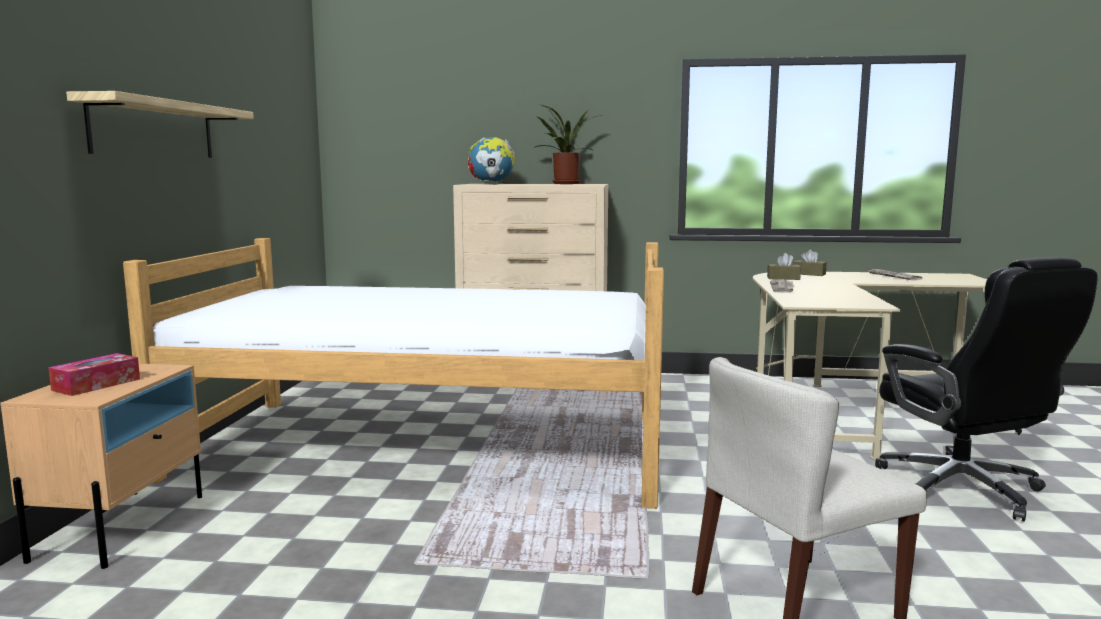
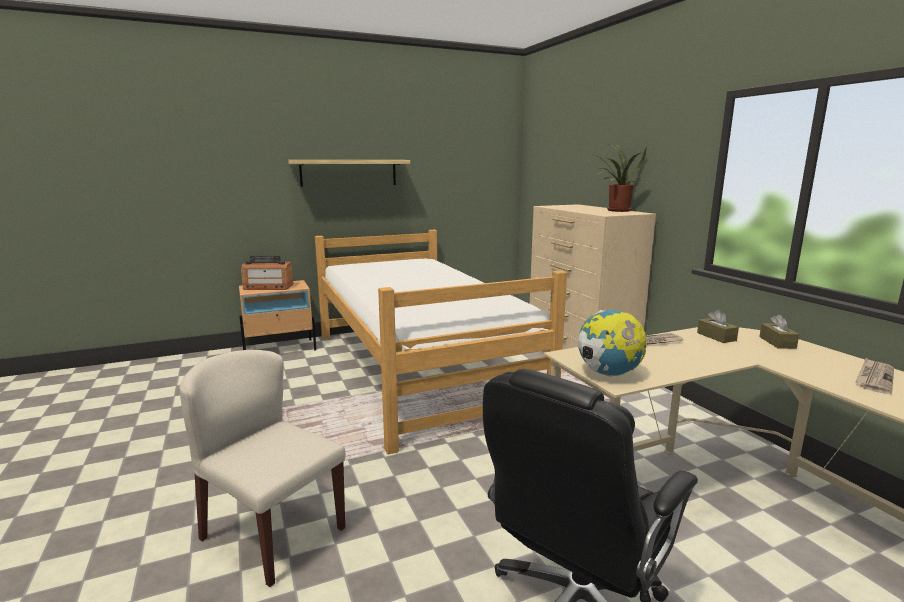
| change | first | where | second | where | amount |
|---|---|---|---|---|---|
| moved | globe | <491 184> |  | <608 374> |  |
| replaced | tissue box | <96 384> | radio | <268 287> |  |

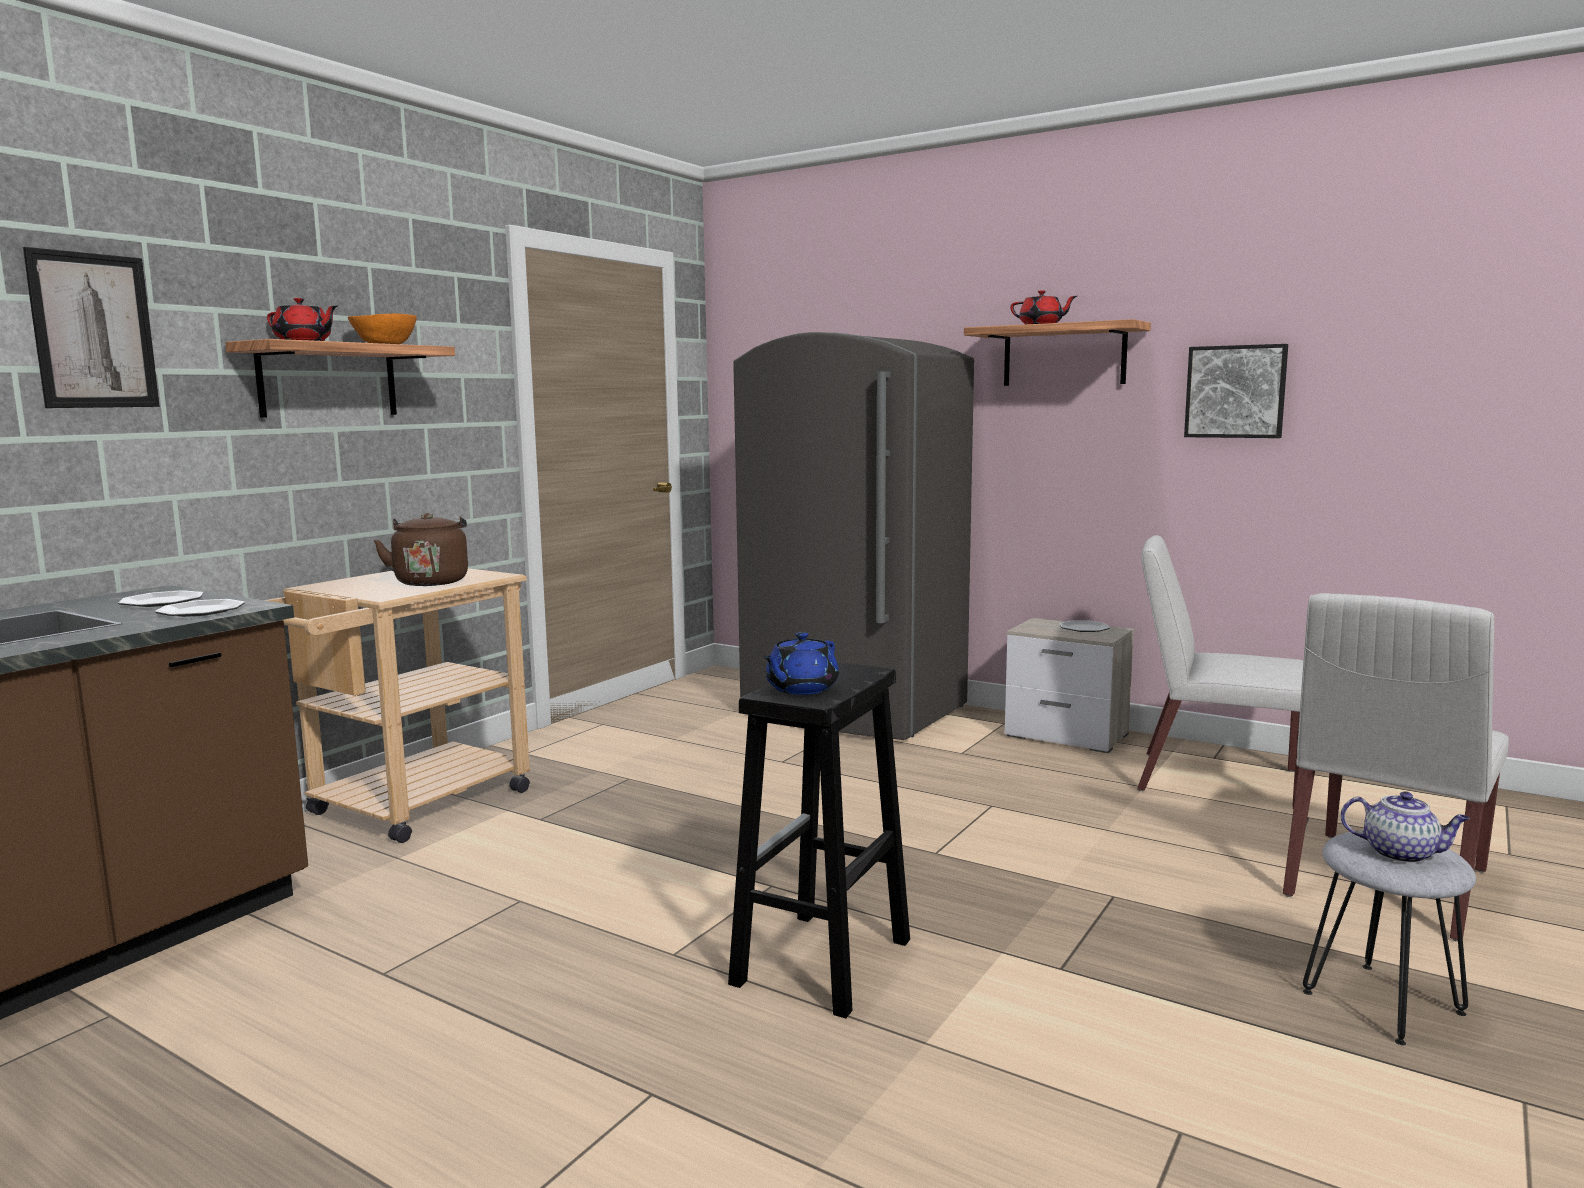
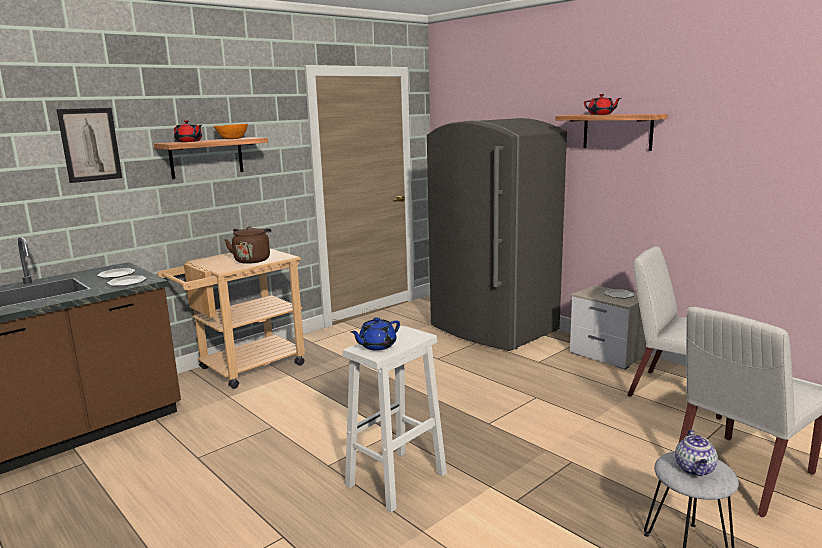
| change | first | where | second | where | amount |
|---|---|---|---|---|---|
| removed | picture | <1235 391> |  |  |  |
| recoloured | black stool | <821 963> | white stool | <395 480> |  |
| turned | teapot | <1401 854> |  | <695 470> | 60 degrees clockwise |

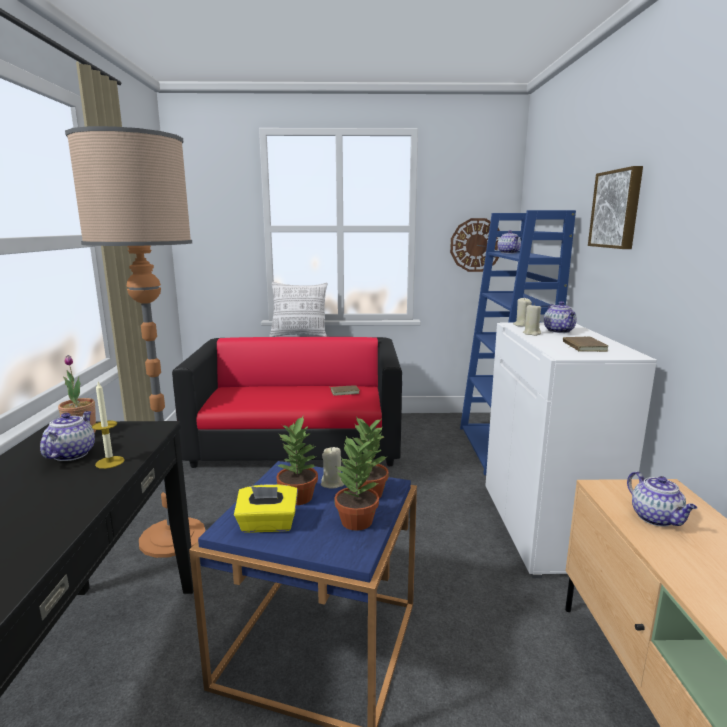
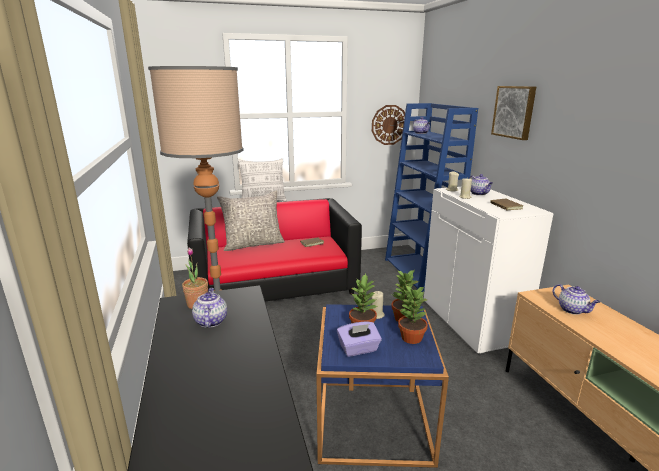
| change | first | where | second | where | amount |
|---|---|---|---|---|---|
| removed | candle | <110 462> |  |  |  |
| added |  |  | grey pillow | <253 244> |  |
| recoloured | yellow tissue box | <267 525> | purple tissue box | <358 349> |  |

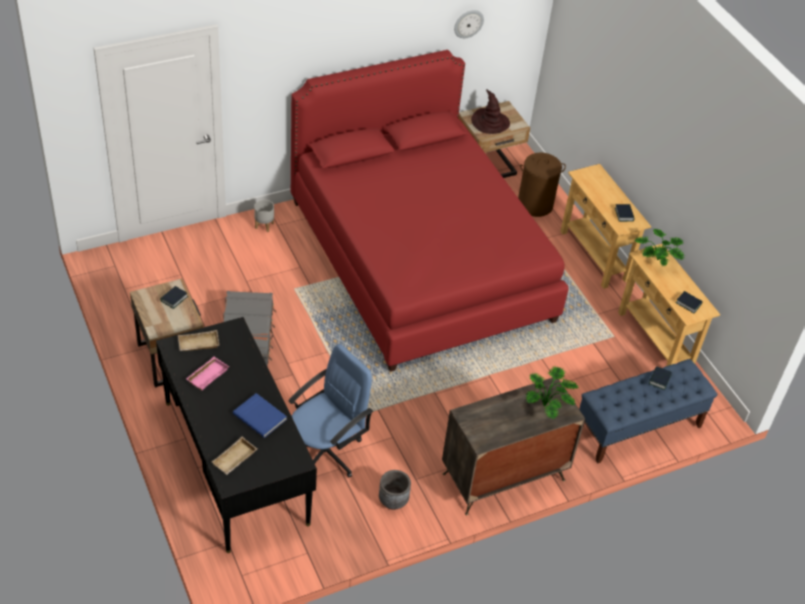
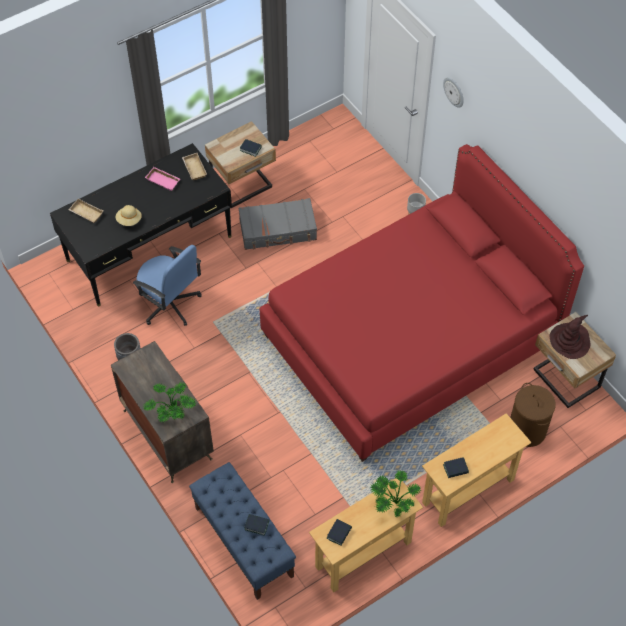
| change | first | where | second | where | amount |
|---|---|---|---|---|---|
| moved | wall clock | <468 23> |  | <454 91> |  |
| replaced | blue book | <260 416> | beige hat | <129 220> |  |

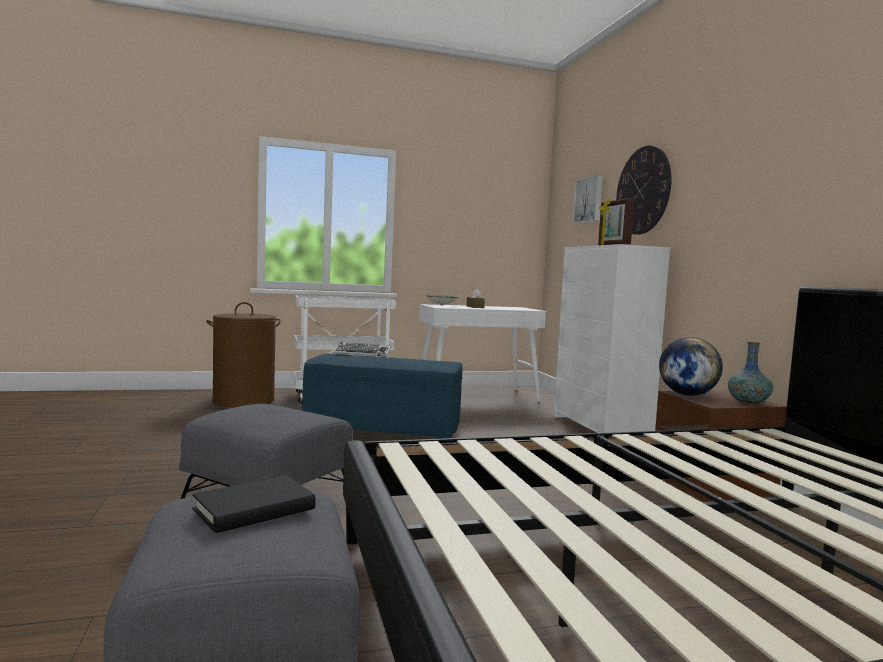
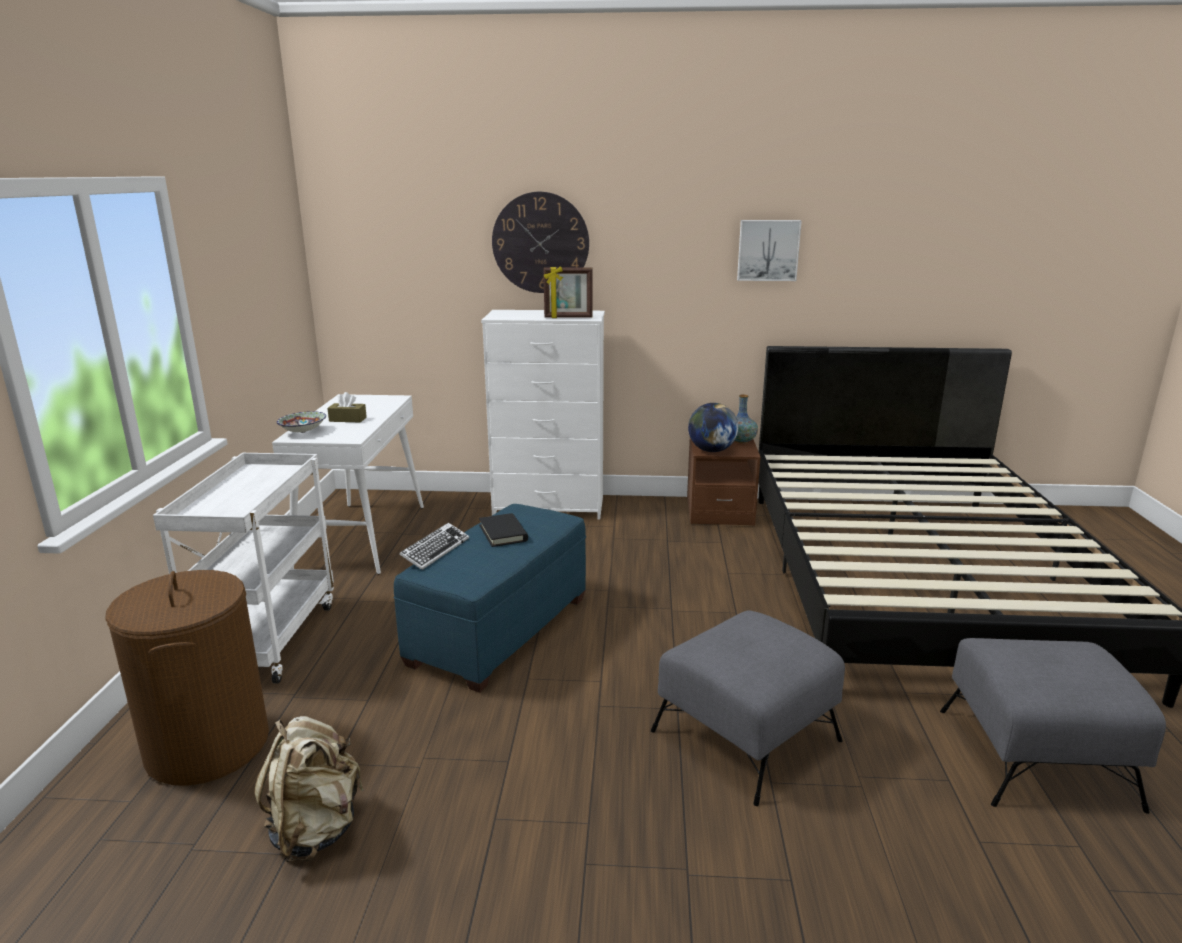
| change | first | where | second | where | amount |
|---|---|---|---|---|---|
| added |  |  | beige backpack | <316 829> |  |
| moved | black book | <254 510> |  | <503 533> |  |
| moved | picture | <589 200> |  | <768 250> |  |

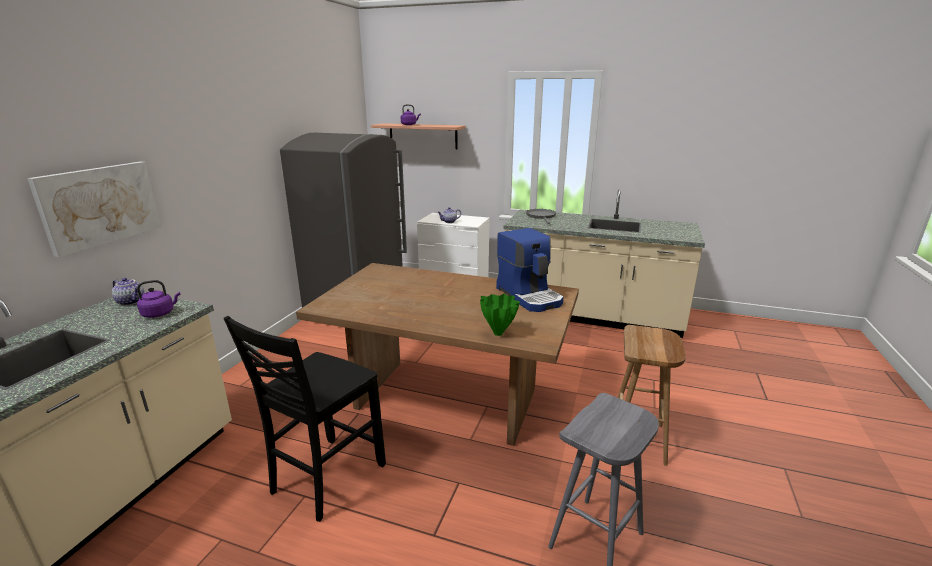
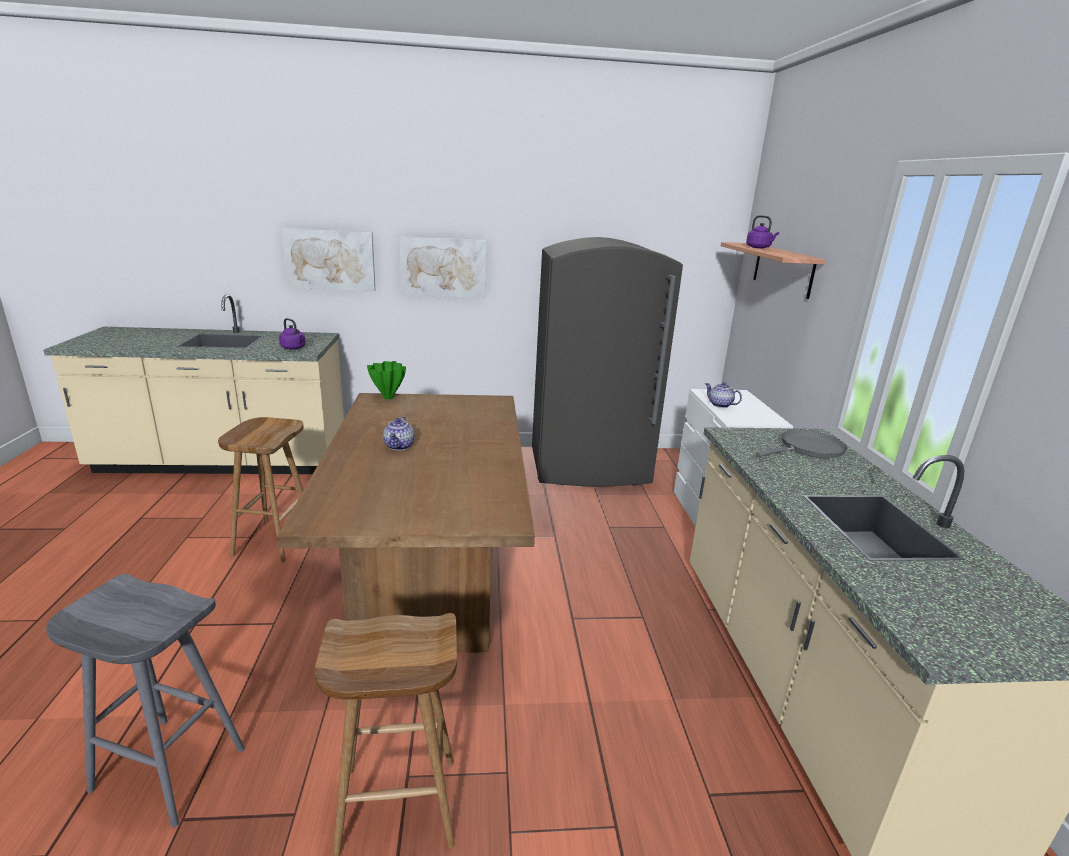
| change | first | where | second | where | amount |
|---|---|---|---|---|---|
| removed | coffee machine | <530 296> |  |  |  |
| added |  |  | picture | <443 267> |  |
| moved | teapot | <131 301> |  | <400 446> |  |
| moved | green vase | <498 334> |  | <387 398> |  |
| replaced | black chair | <325 479> | brown stool | <274 540> |  |

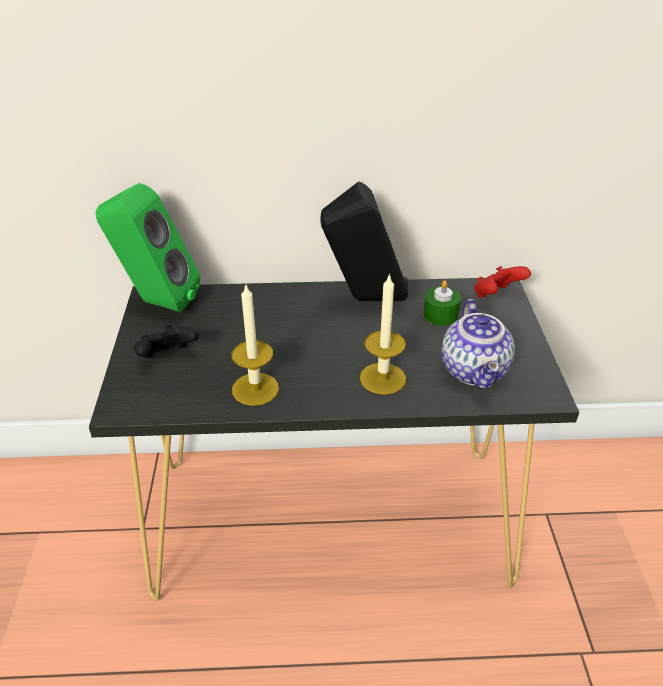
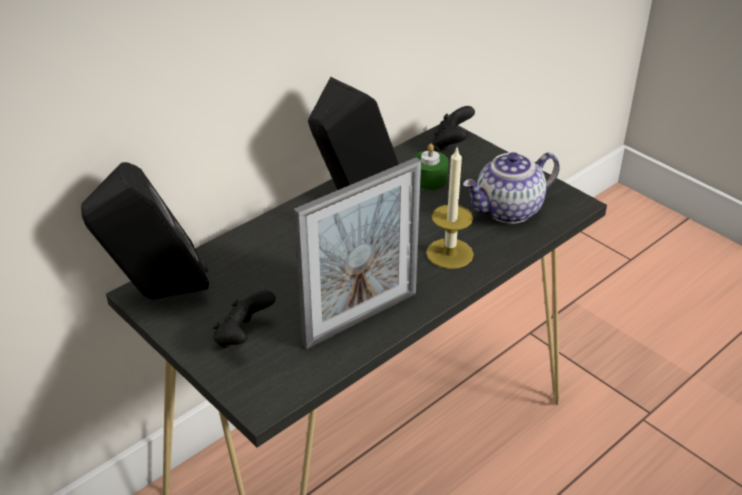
| change | first | where | second | where | amount |
|---|---|---|---|---|---|
| replaced | candle | <255 389> | picture frame | <361 318> |  |
| recoloured | green speaker | <156 302> | black speaker | <157 296> |  |
| recoloured | red game controller | <496 296> | black game controller | <451 143> |  |
| turned | teapot | <476 371> |  | <509 211> | 105 degrees clockwise |

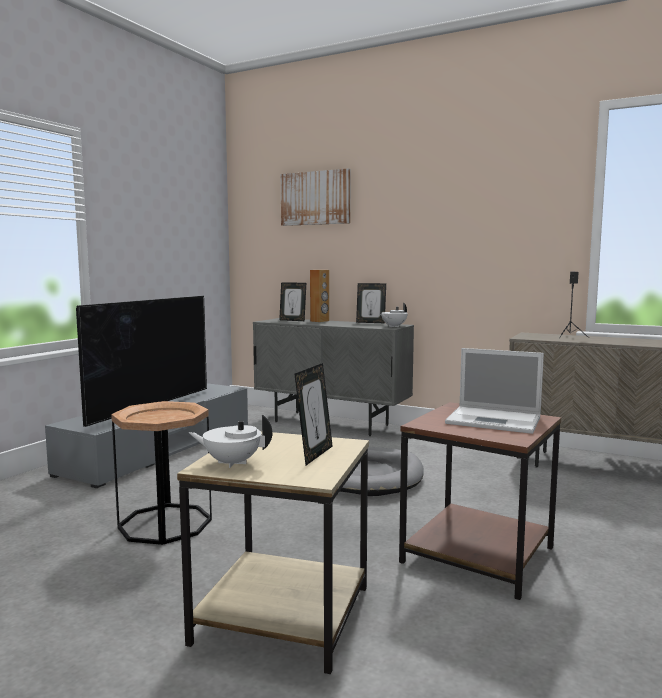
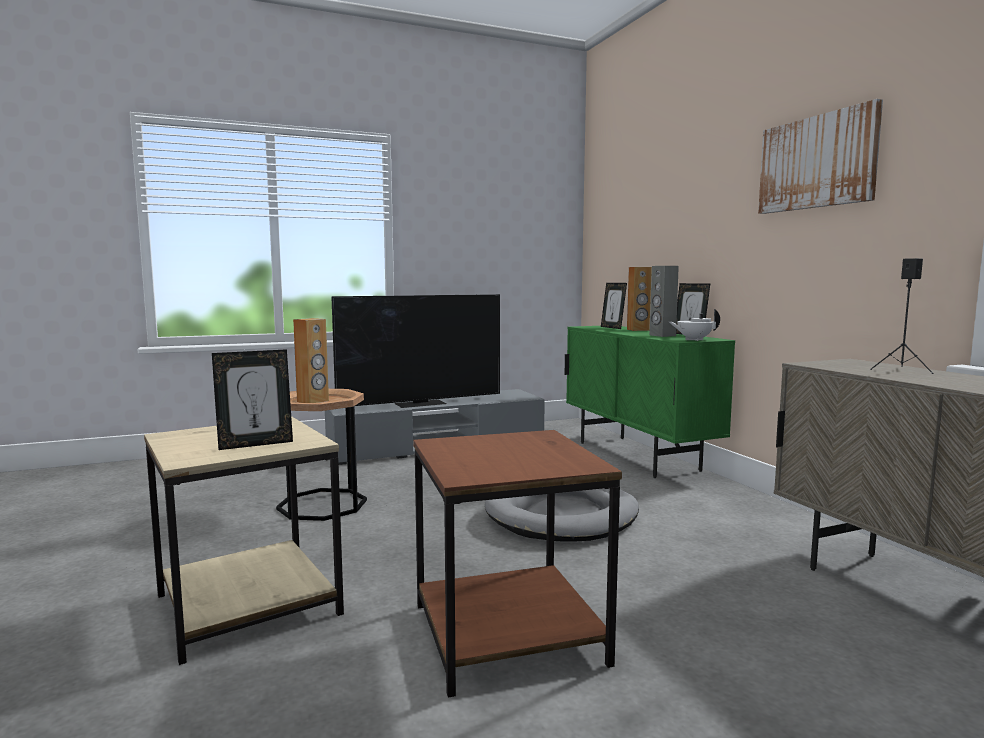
| change | first | where | second | where | amount |
|---|---|---|---|---|---|
| removed | white teapot | <232 463> |  |  |  |
| removed | laptop | <495 420> |  |  |  |
| added |  |  | brown speaker | <313 401> |  |
| added |  |  | grey speaker | <662 335> |  |
| moved | picture | <315 198> |  | <817 162> |  |
| recoloured | grey cabinet | <331 423> | green cabinet | <637 456> |  |

